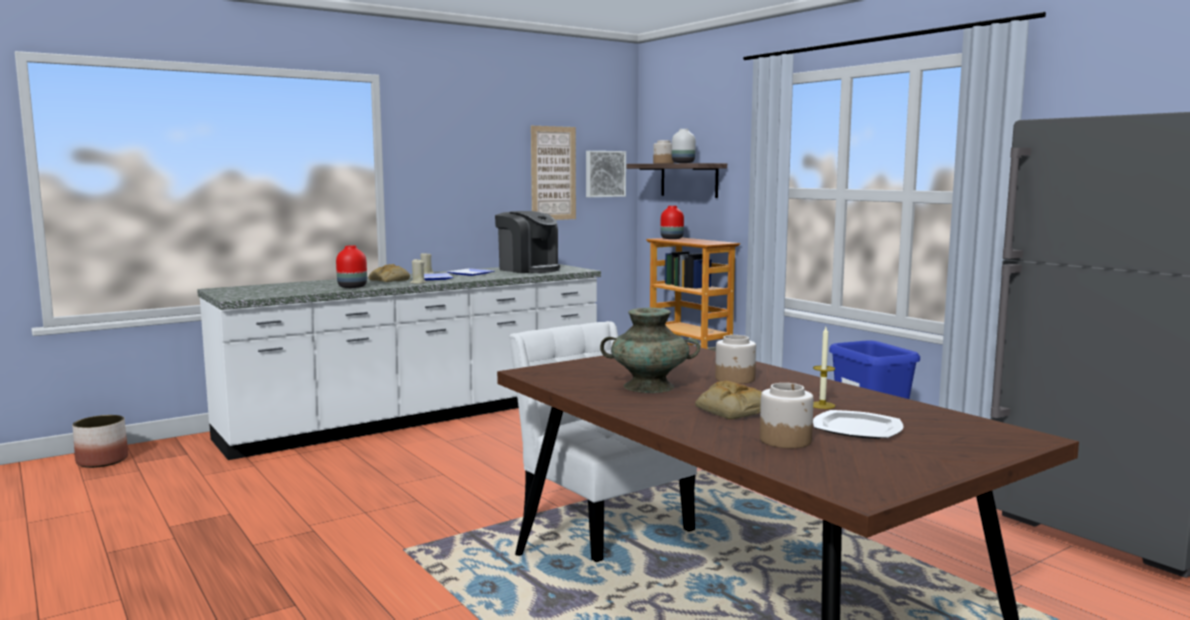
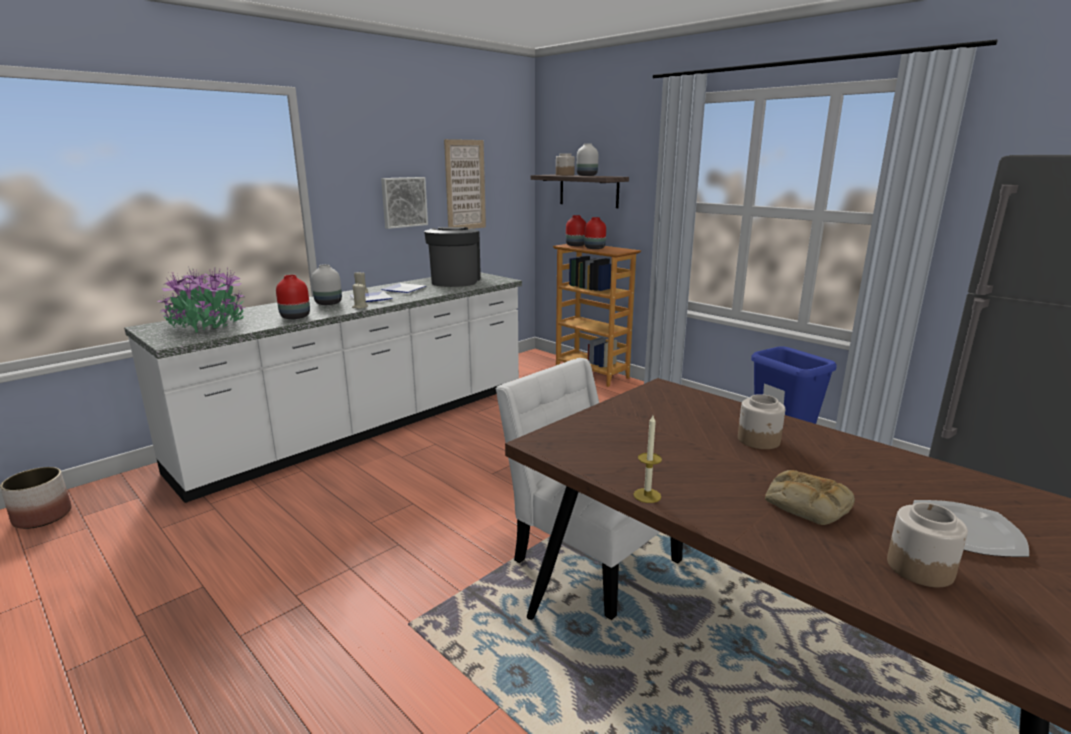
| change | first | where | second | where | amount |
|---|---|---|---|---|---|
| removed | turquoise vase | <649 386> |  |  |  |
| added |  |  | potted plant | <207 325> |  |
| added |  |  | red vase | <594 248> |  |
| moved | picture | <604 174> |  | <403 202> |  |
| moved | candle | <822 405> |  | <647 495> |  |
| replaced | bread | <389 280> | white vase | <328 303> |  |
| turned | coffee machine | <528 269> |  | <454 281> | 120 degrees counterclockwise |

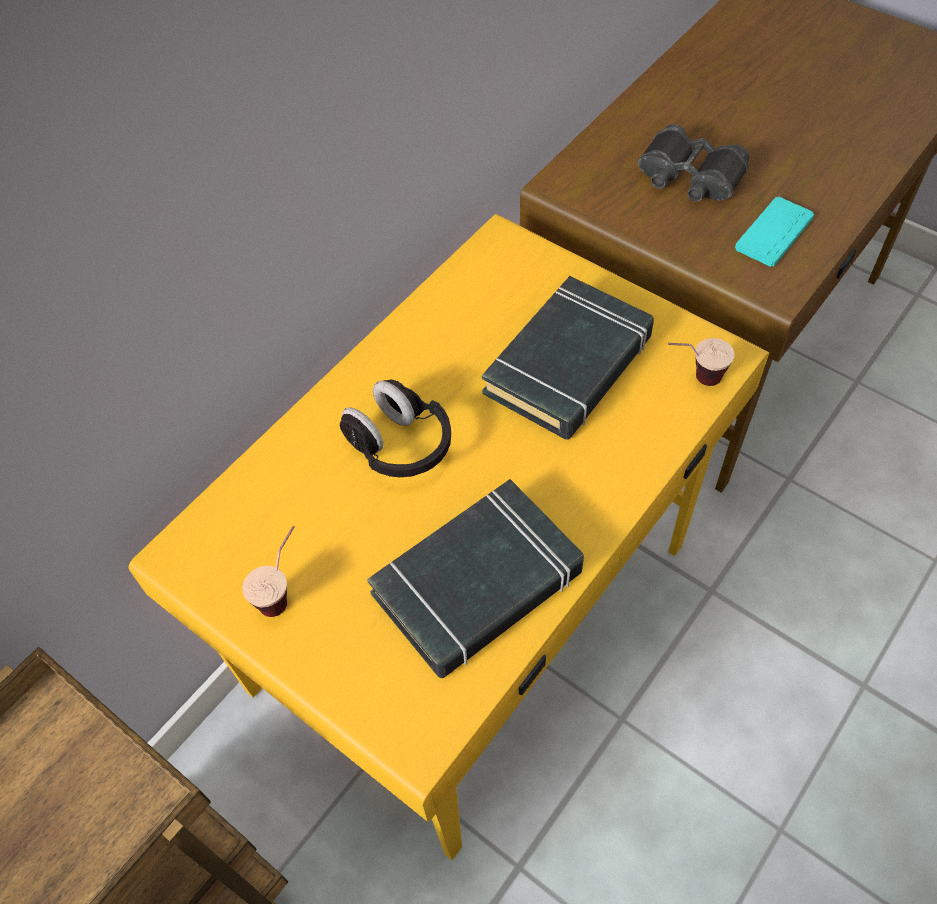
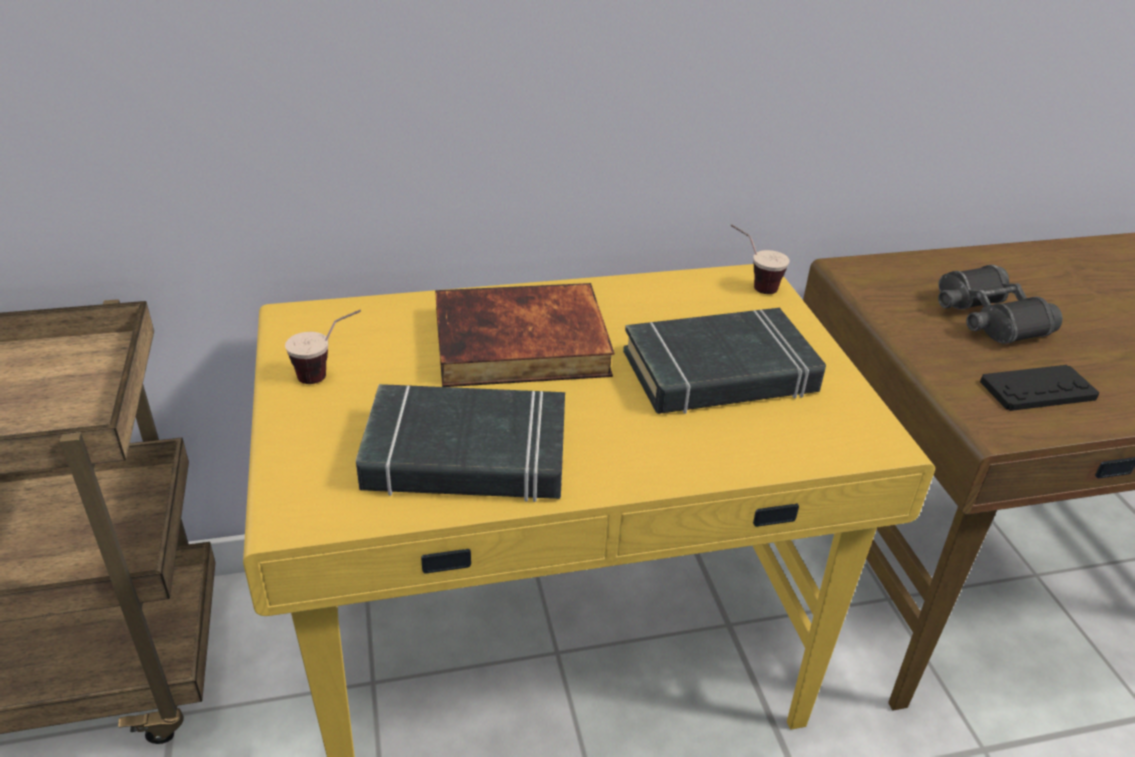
| change | first | where | second | where | amount |
|---|---|---|---|---|---|
| moved | cup | <693 379> |  | <752 285> |  |
| replaced | black headphones | <399 445> | book | <519 345> |  |
| recoloured | turquoise game controller | <774 233> | black game controller | <1037 390> |  |

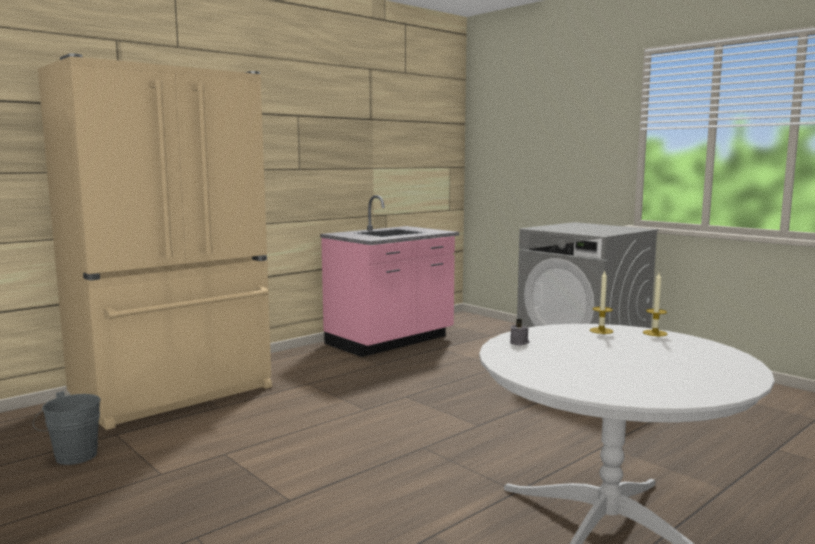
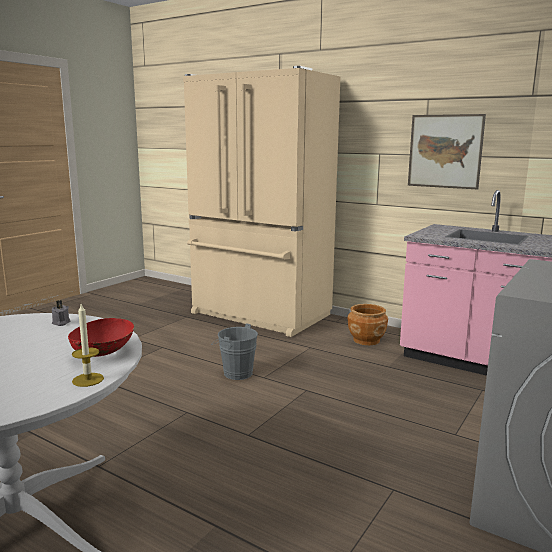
| change | first | where | second | where | amount |
|---|---|---|---|---|---|
| added |  |  | brown planter | <366 340> |  |
| added |  |  | picture | <445 151> |  |
| moved | grey bucket | <71 457> |  | <235 373> |  |
| replaced | candle | <601 331> | red bowl | <103 353> |  |

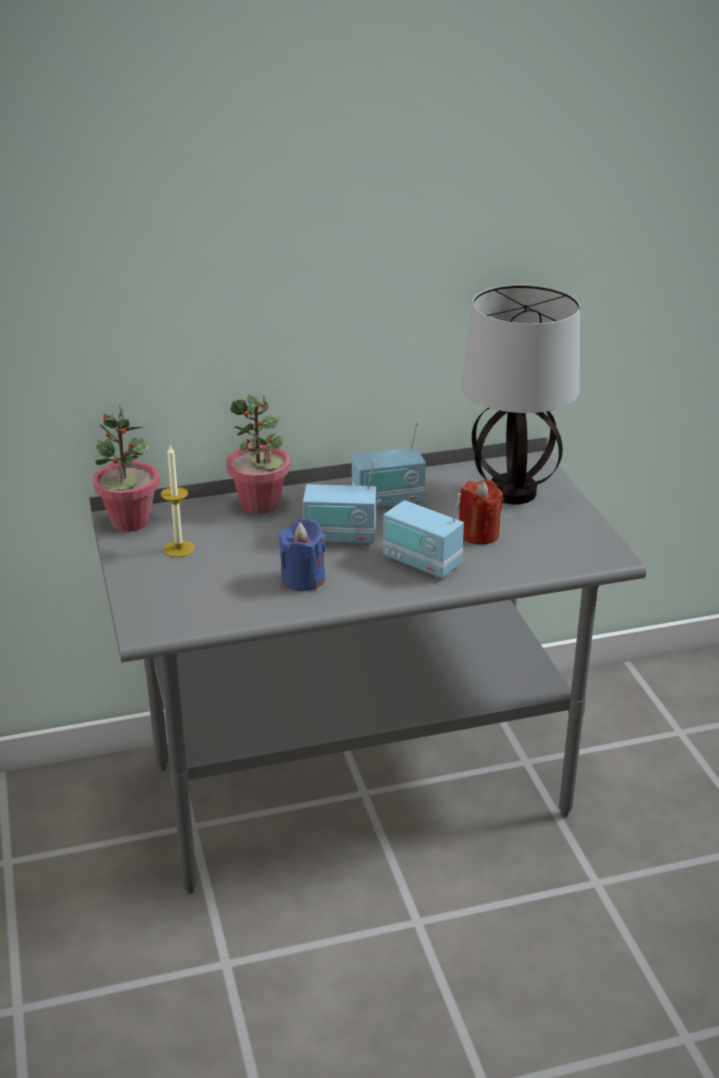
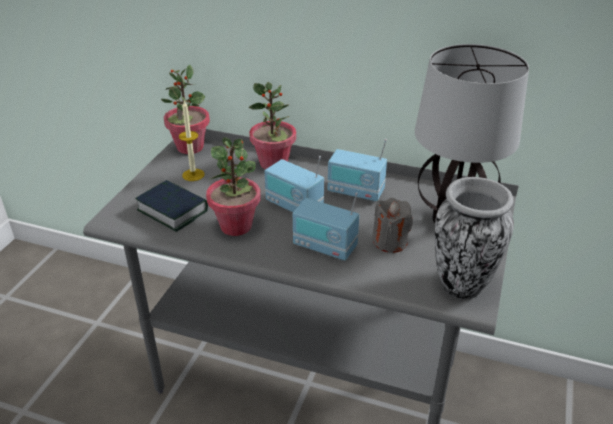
| change | first | where | second | where | amount |
|---|---|---|---|---|---|
| added |  |  | book | <172 210> |  |
| added |  |  | vase | <461 284> |  |
| replaced | blue candle | <303 579> | potted plant | <236 226> |  |
| recoloured | red candle | <478 534> | grey candle | <390 241> |  |
| turned | radio | <421 563> |  | <324 247> | 45 degrees counterclockwise |

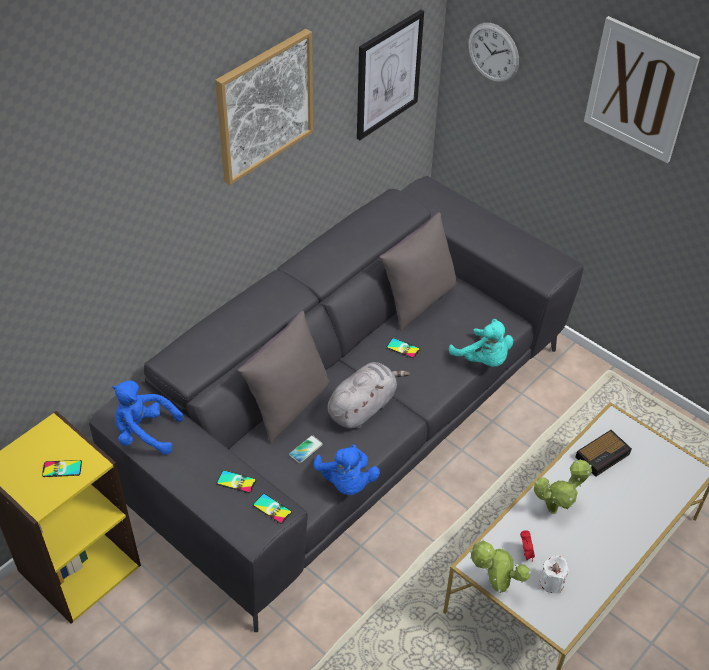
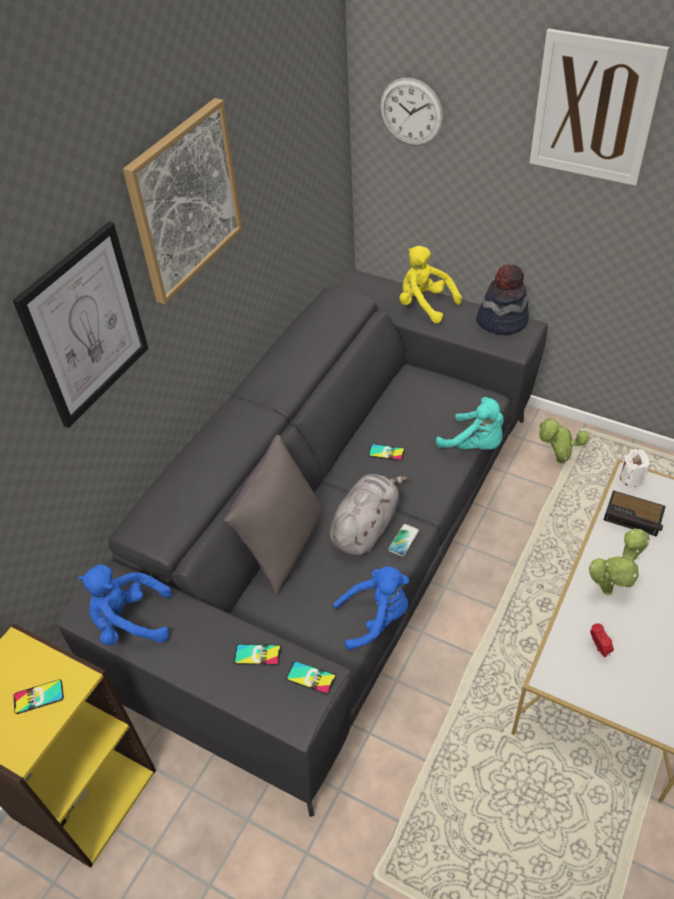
| change | first | where | second | where | amount |
|---|---|---|---|---|---|
| removed | grey pillow | <417 301> |  |  |  |
| added |  |  | yellow plush toy | <424 305> |  |
| added |  |  | hat | <502 320> |  |
| moved | phone | <306 449> |  | <403 540> |  |
| moved | picture | <388 75> |  | <85 326> |  |
| moved | potted plant | <495 587> |  | <557 461> |  |
| moved | white candle | <551 582> |  | <631 478> |  |
| turned | blue plush toy | <346 482> |  | <376 618> | 75 degrees counterclockwise |
| turned | alarm clock | <603 455> |  | <634 517> | 75 degrees clockwise |

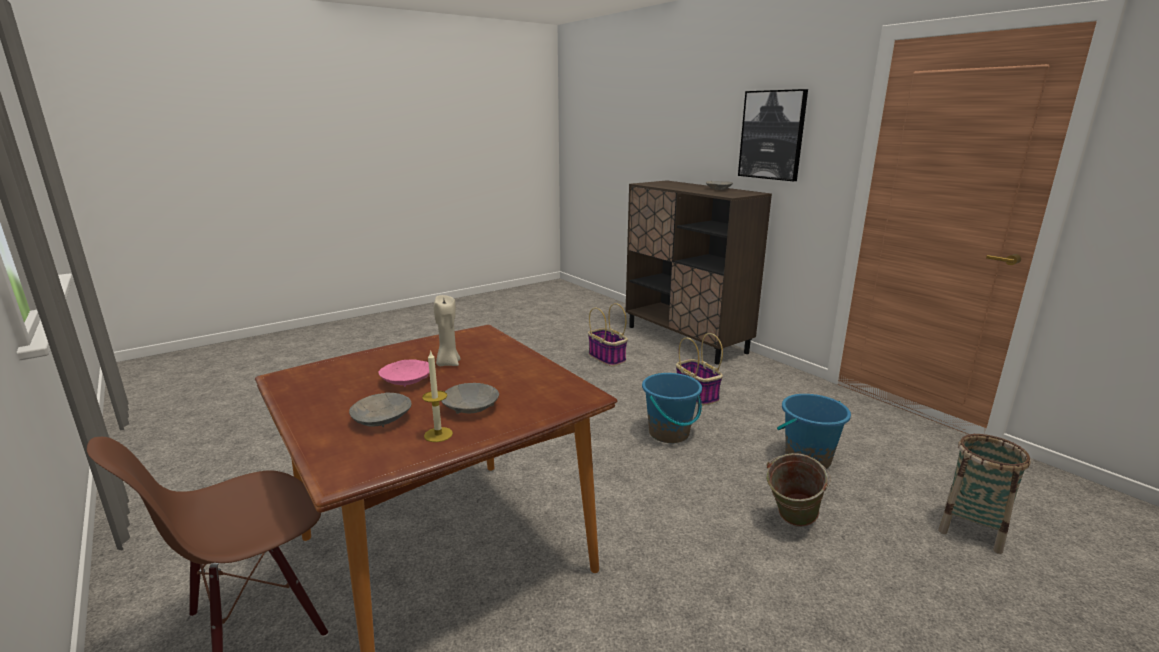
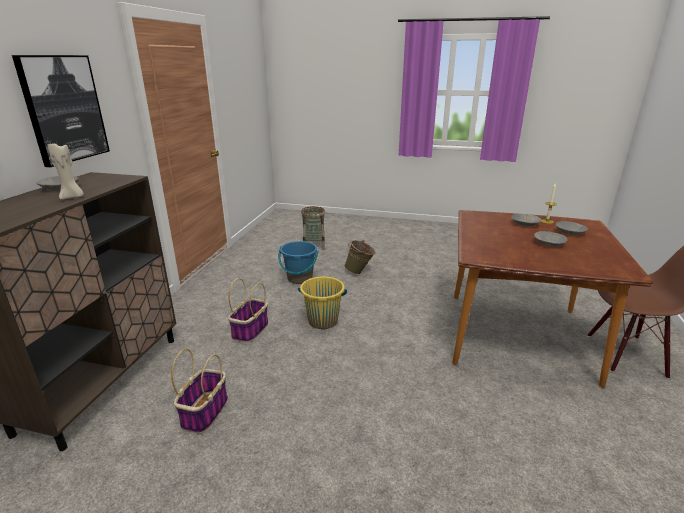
| change | first | where | second | where | amount |
|---|---|---|---|---|---|
| moved | beige candle | <448 363> |  | <72 197> |  |
| recoloured | pink bowl | <407 381> | grey bowl | <548 243> |  |
| recoloured | blue bucket | <669 433> | yellow bucket | <323 321> |  |

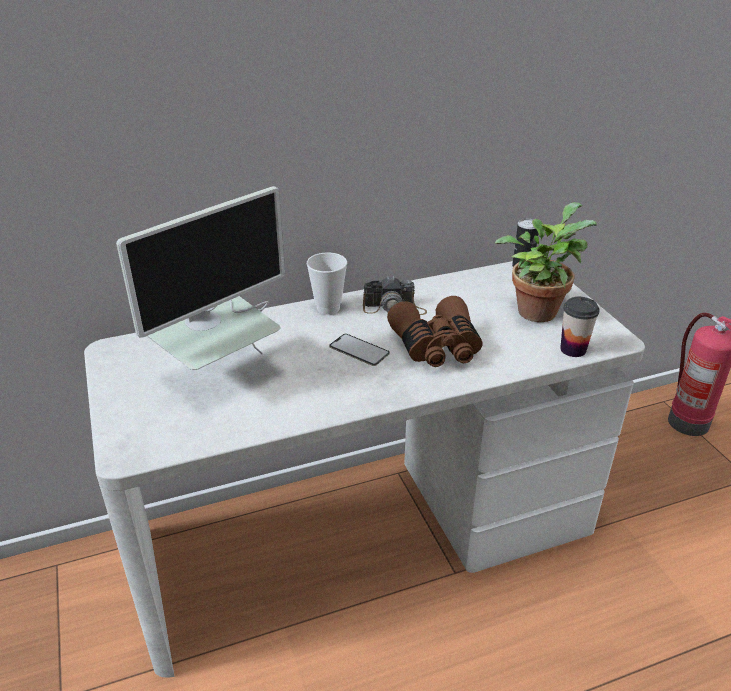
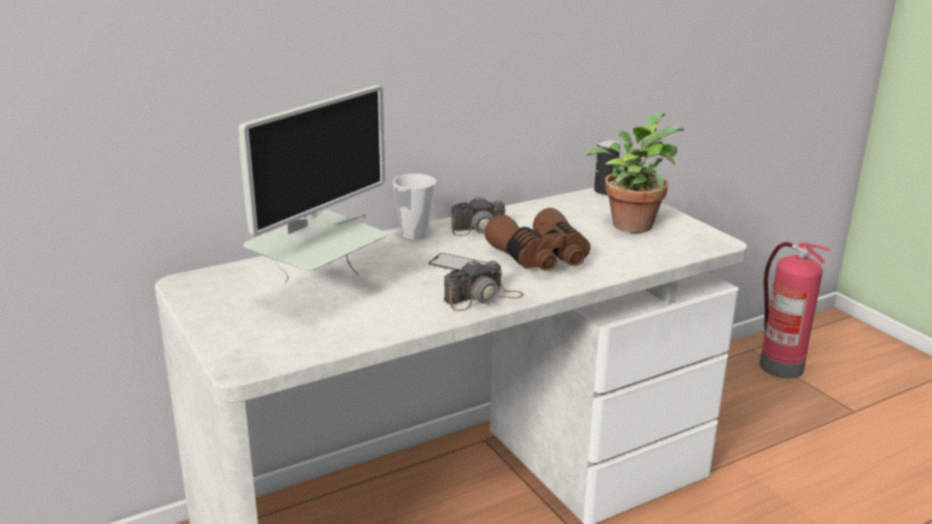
| change | first | where | second | where | amount |
|---|---|---|---|---|---|
| removed | cup | <573 349> |  |  |  |
| added |  |  | photo camera | <483 298> |  |

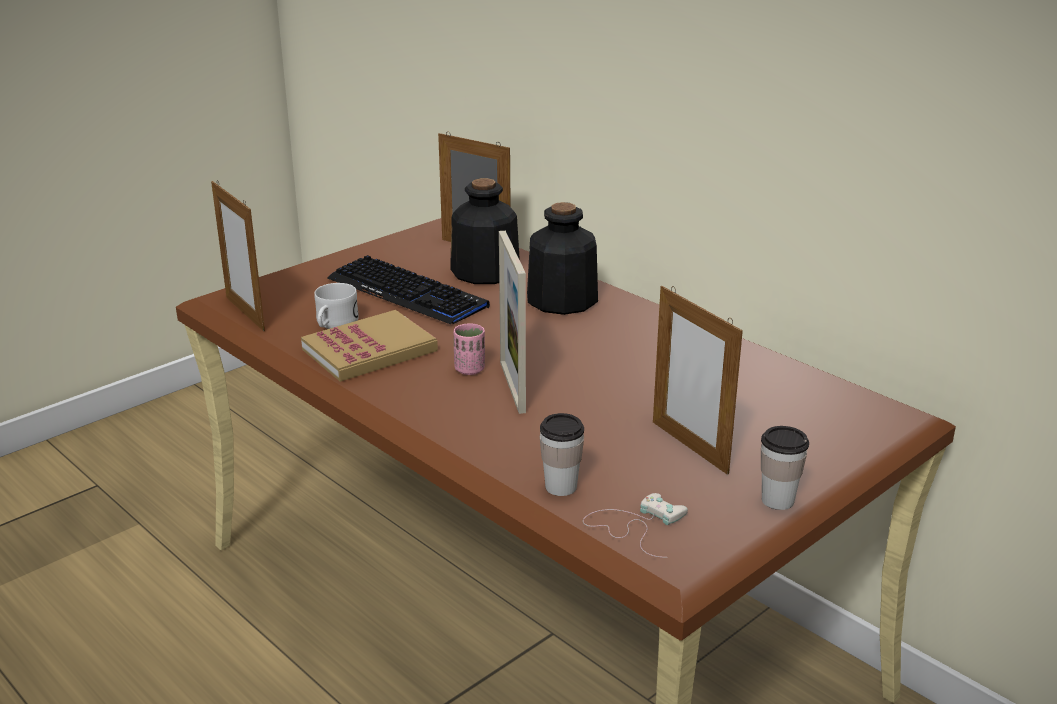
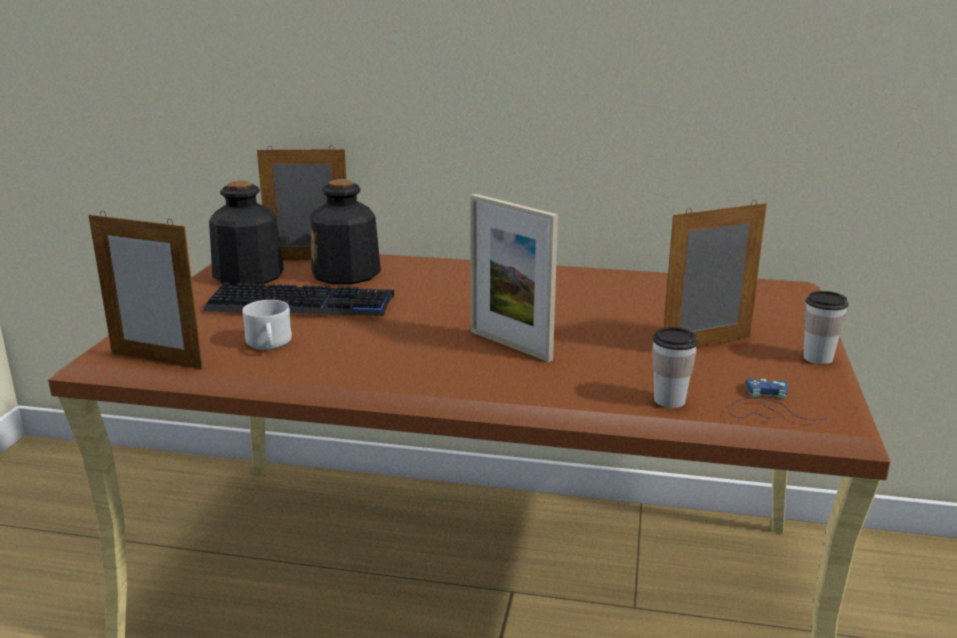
| change | first | where | second | where | amount |
|---|---|---|---|---|---|
| removed | book | <369 350> |  |  |  |
| removed | pink cup | <470 369> |  |  |  |
| moved | bottle | <561 300> |  | <248 276> |  |
| recoloured | white game controller | <635 525> | blue game controller | <765 407> |  |
| turned | picture frame | <689 447> |  | <706 344> | 135 degrees clockwise |

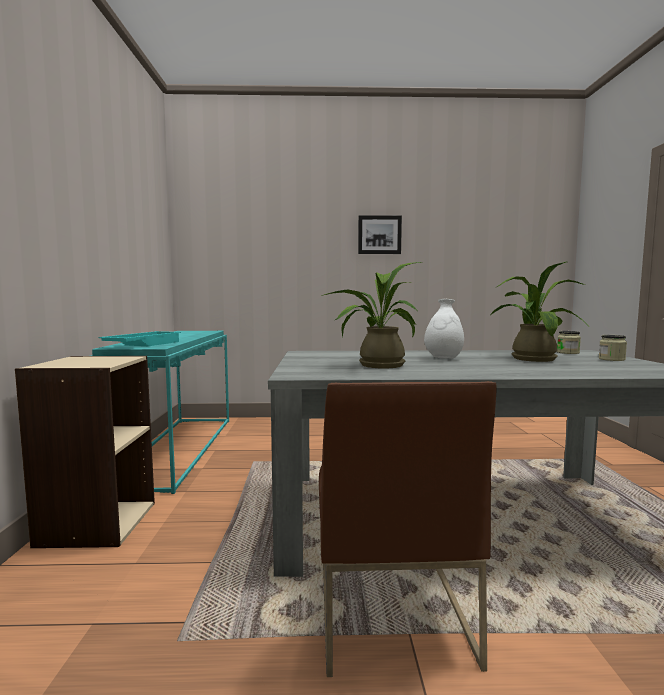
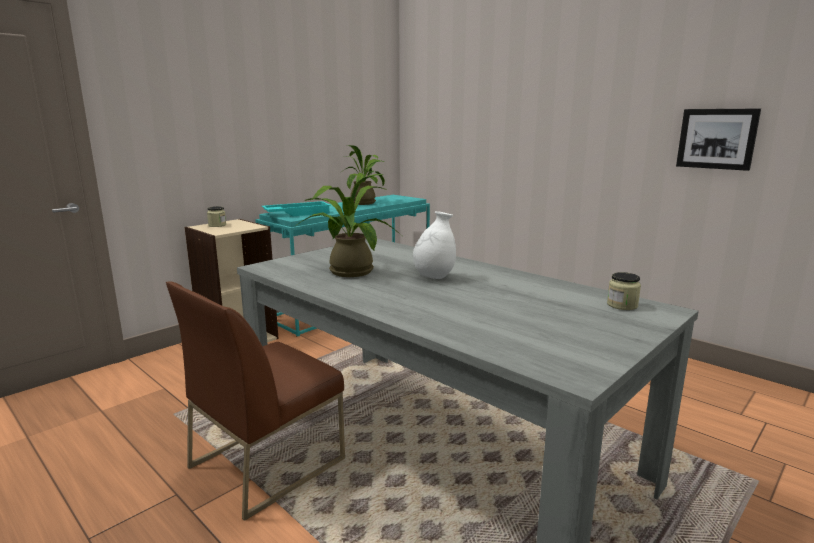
| change | first | where | second | where | amount |
|---|---|---|---|---|---|
| moved | picture | <379 235> |  | <717 138> |  |
| moved | potted plant | <531 358> |  | <366 202> |  |
| moved | jar | <611 359> |  | <217 225> |  |

